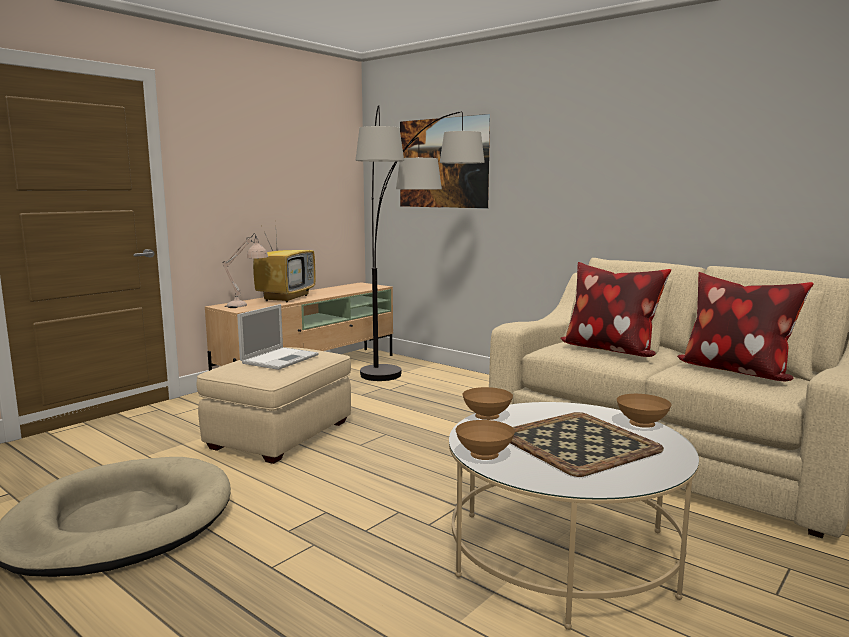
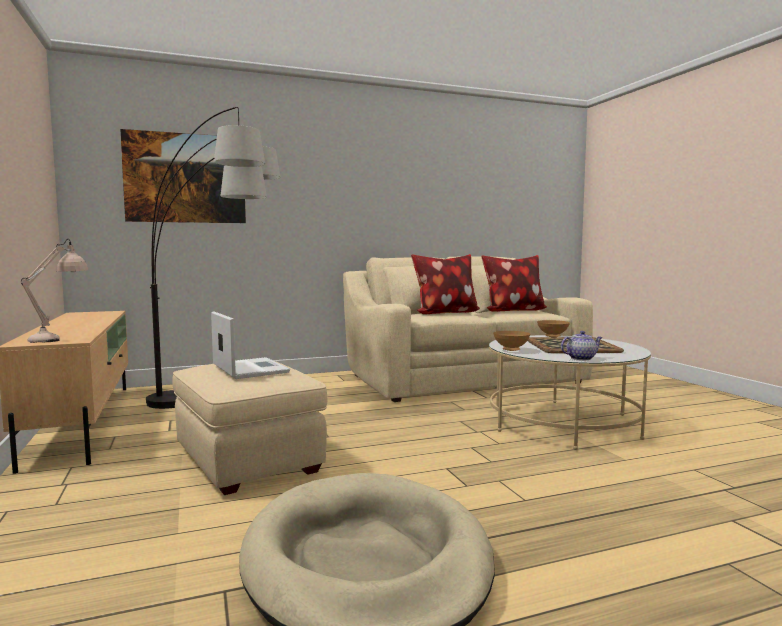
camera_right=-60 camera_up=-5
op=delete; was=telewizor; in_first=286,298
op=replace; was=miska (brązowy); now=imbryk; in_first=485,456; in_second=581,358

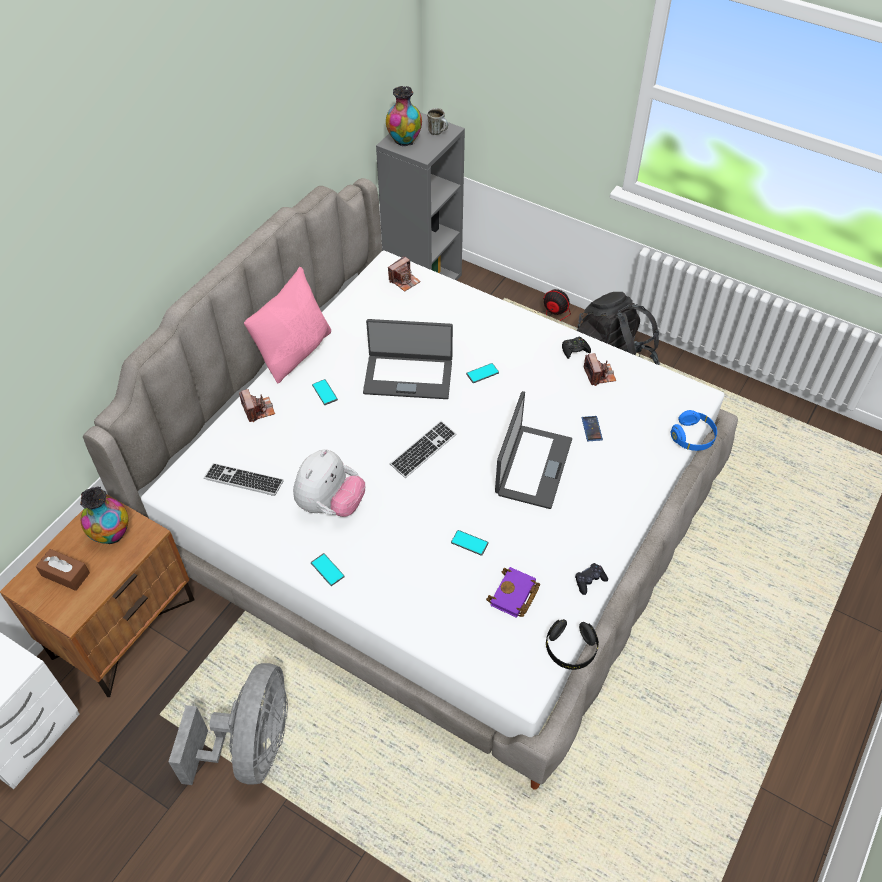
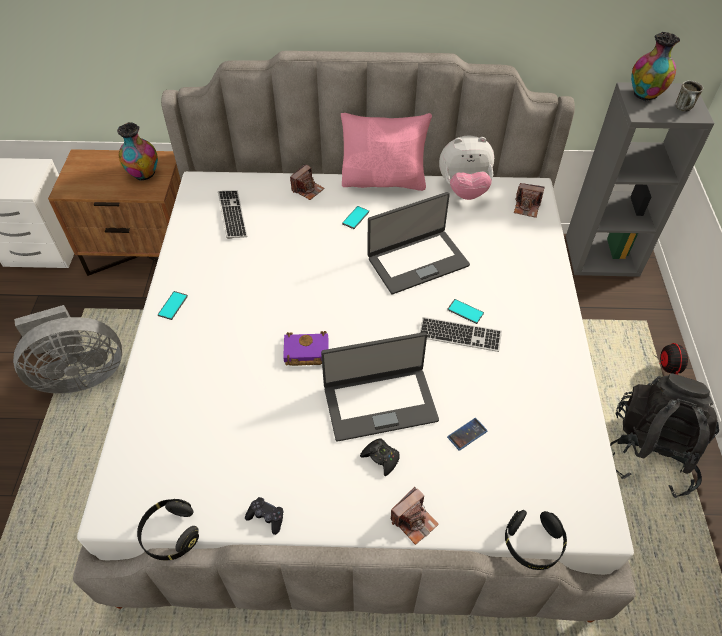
camera_right=60 camera_up=0
op=delete; was=pudełko chusteczek (brązowy); in_first=65,574
op=move; was=pluszak; in_first=330,504; in_second=464,189
op=rotate; was=laptop; in_first=408,376; in_second=417,261; clockwise=-90
op=move; was=klawiatura; in_first=423,450; in_second=459,335
op=delete; was=telefon; in_first=469,543
op=move; was=książka (fioletowy); in_first=514,596; in_second=305,352
op=move; was=pad do gier (czarny); in_first=575,350; in_second=381,458
op=move; was=aparat fotograficzny; in_first=599,375; in_second=414,521
op=recolor; was=słuchawki (niebieski); now=słuchawki (czarny); in_first=692,437; in_second=533,544

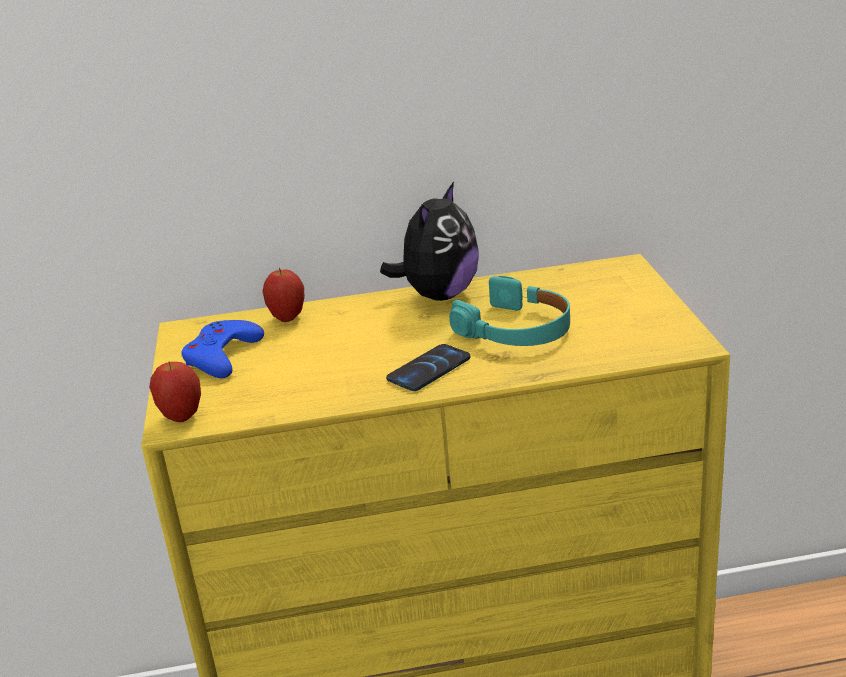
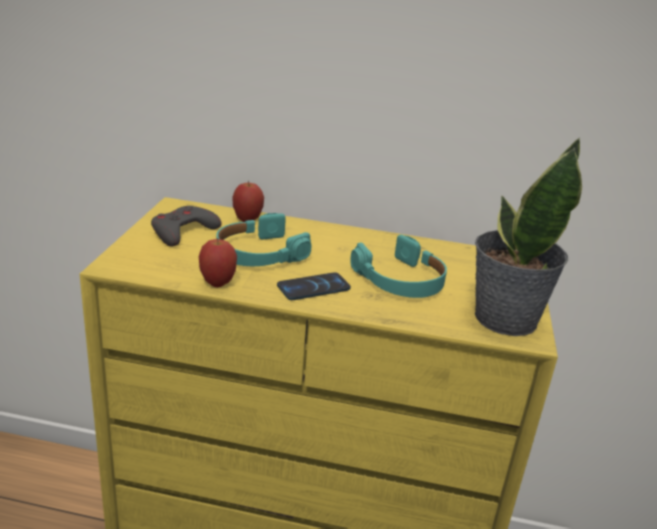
camera_right=15 camera_up=0
op=move; was=jabłko; in_first=181,417; in_second=217,283
op=recolor; was=pad do gier (niebieski); now=pad do gier (szary); in_first=222,356; in_second=183,231
op=delete; was=pluszak; in_first=439,295
op=insert; now=słuchawki (turkusowy); in_second=259,253
op=insert; now=roślina doniczkowa; in_second=504,318

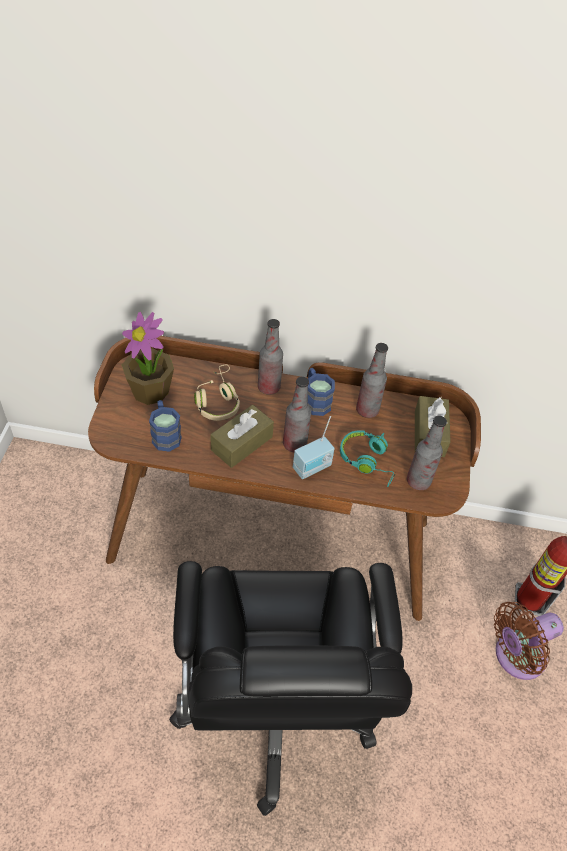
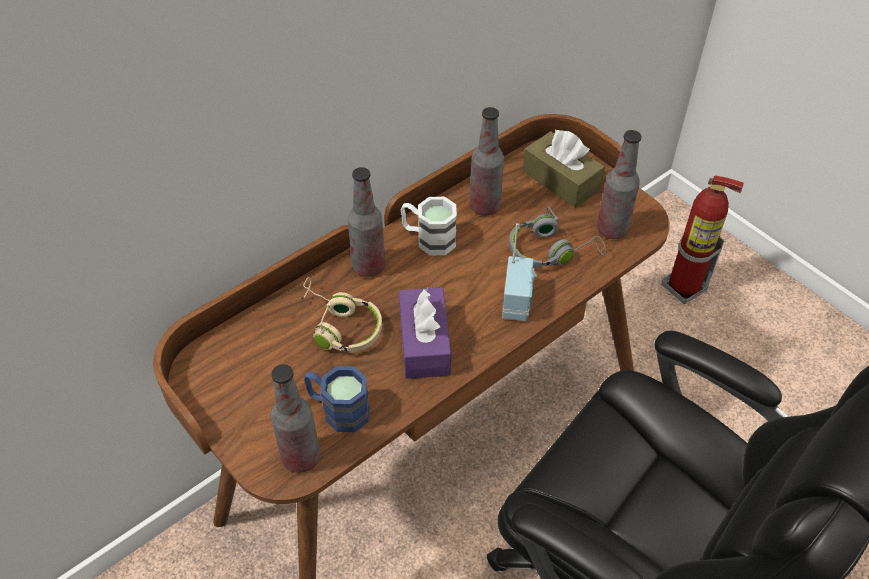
camera_right=-45 camera_up=0
op=delete; was=roślina doniczkowa; in_first=151,391
op=recolor; was=pudełko chusteczek (brązowy); now=pudełko chusteczek (fioletowy); in_first=241,443; in_second=424,343
op=move; was=butelka; in_first=294,444; in_second=301,457
op=recolor; was=kubek (niebieski); now=kubek (biały); in_first=315,400; in_second=428,239
op=recolor; was=słuchawki (turkusowy); now=słuchawki (szary); in_first=368,461; in_second=551,251
op=delete; was=wentylator (brązowy); in_first=515,656

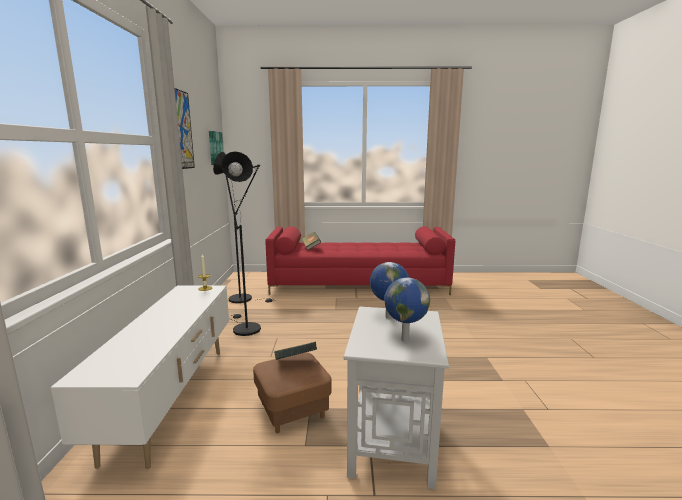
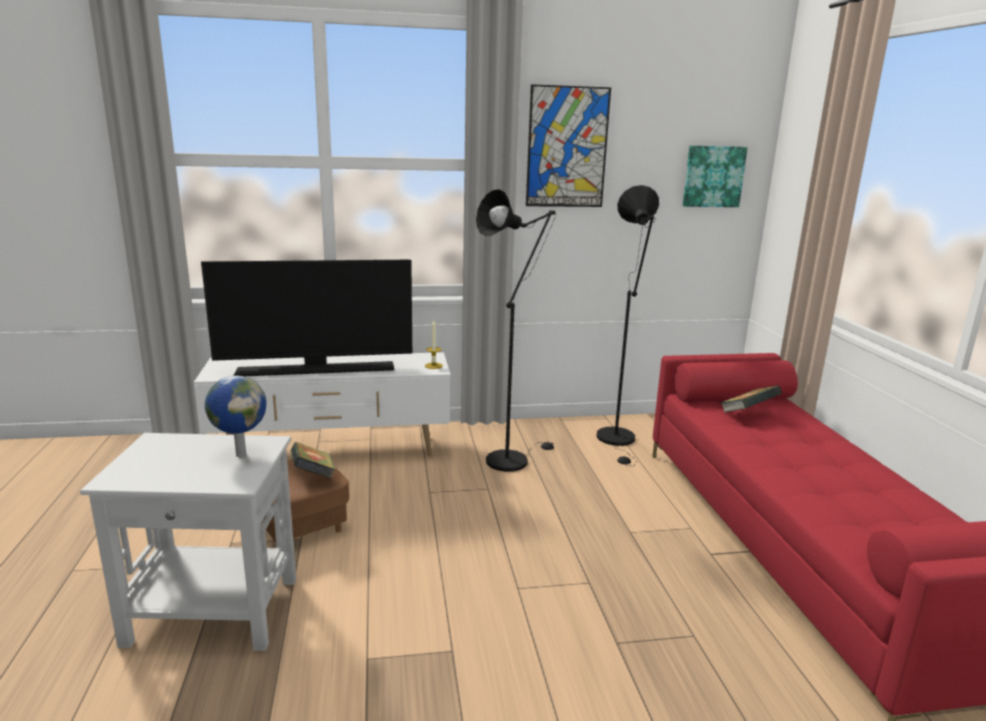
camera_right=80 camera_up=5
op=delete; was=globus; in_first=404,339
op=insert; now=telewizor; in_second=317,369

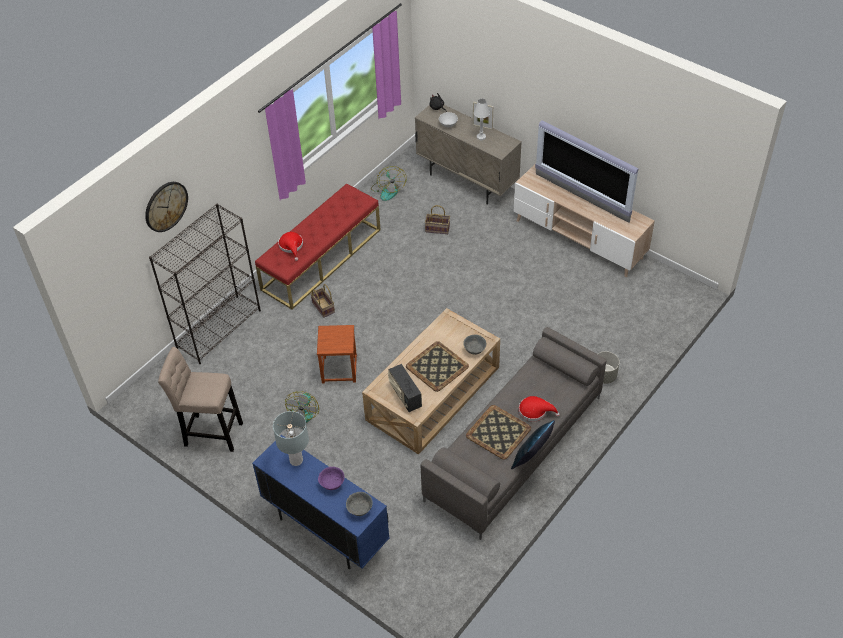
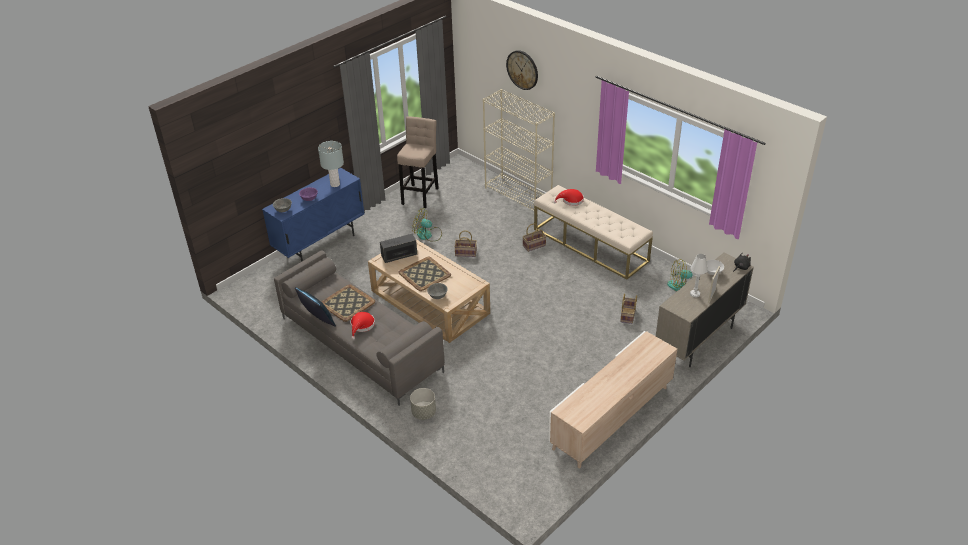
camera_right=95 camera_up=-10
op=recolor; was=regał (czarny); now=regał (beżowy); in_first=219,328; in_second=518,195
op=recolor; was=ławka (czerwony); now=ławka (beżowy); in_first=321,259; in_second=590,245
op=replace; was=stołek (brązowy); now=koszyk; in_first=339,369; in_second=466,253
op=delete; was=telewizor; in_first=581,198

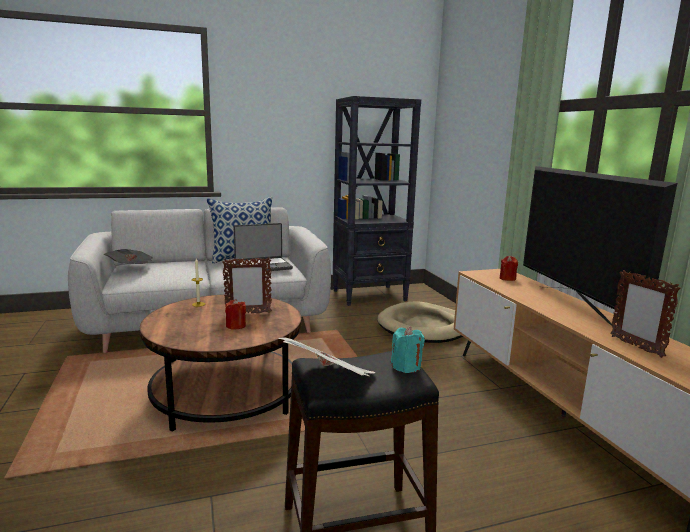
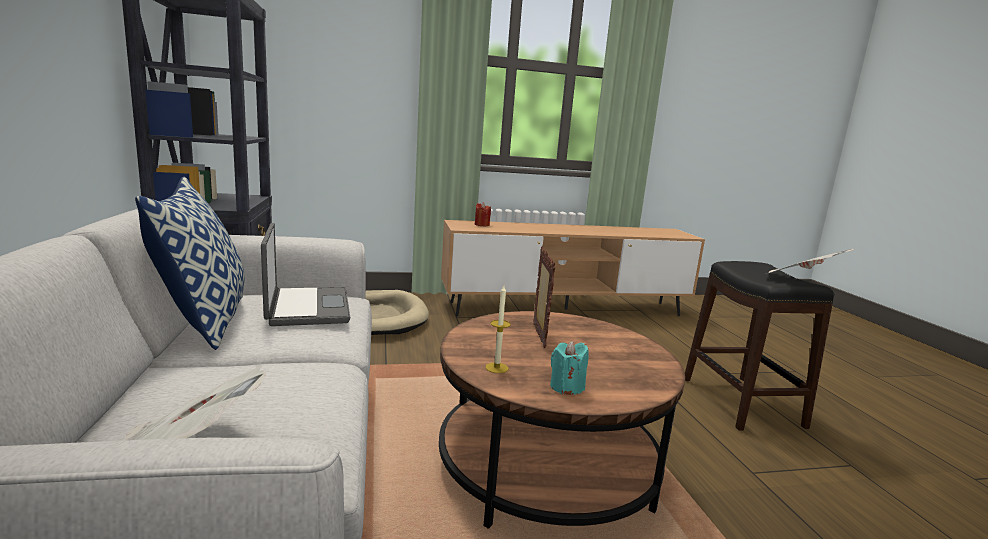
camera_right=-85 camera_up=0
op=delete; was=świeca (czerwony); in_first=236,326
op=move; was=świeca (turkusowy); in_first=406,366; in_second=566,387
op=delete; was=telewizor; in_first=573,304
op=delete; was=ramka na zdjęcie; in_first=635,346

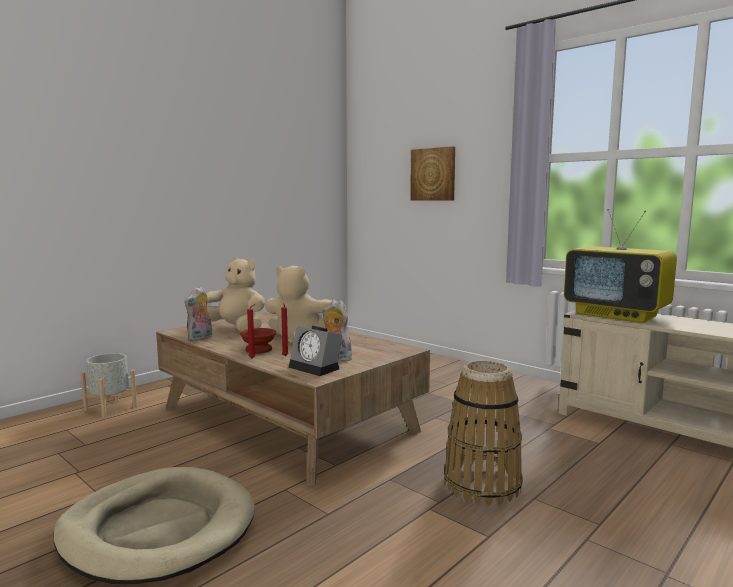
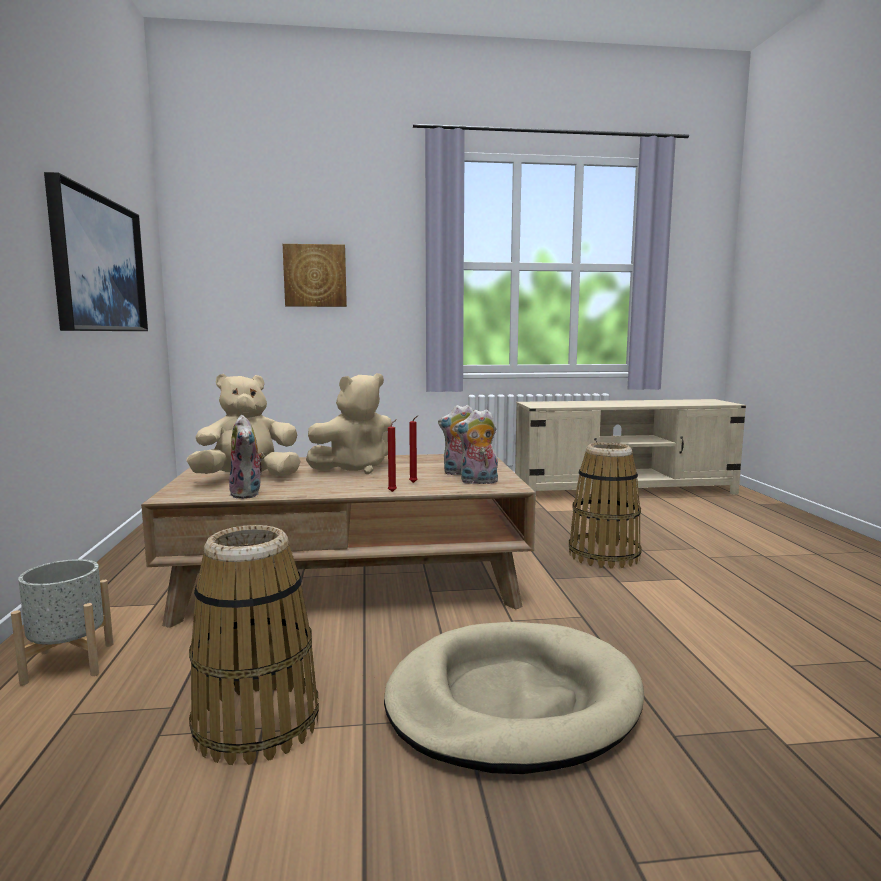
camera_right=-50 camera_up=0
op=delete; was=miska (brązowy); in_first=258,349
op=replace; was=budzik; now=pluszak; in_first=317,368; in_second=478,482
op=delete; was=telewizor; in_first=617,315
op=insert; now=obraz; in_second=98,264
op=insert; now=koszyk; in_second=256,723

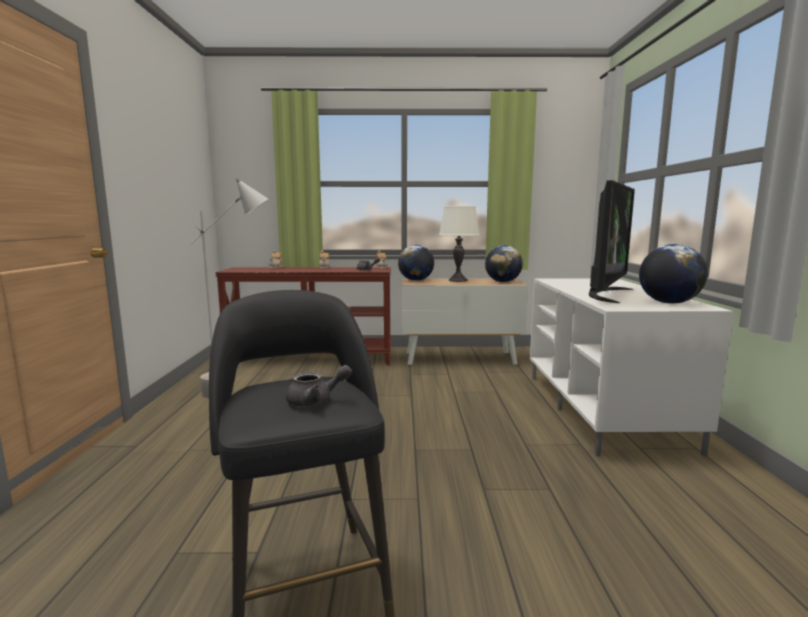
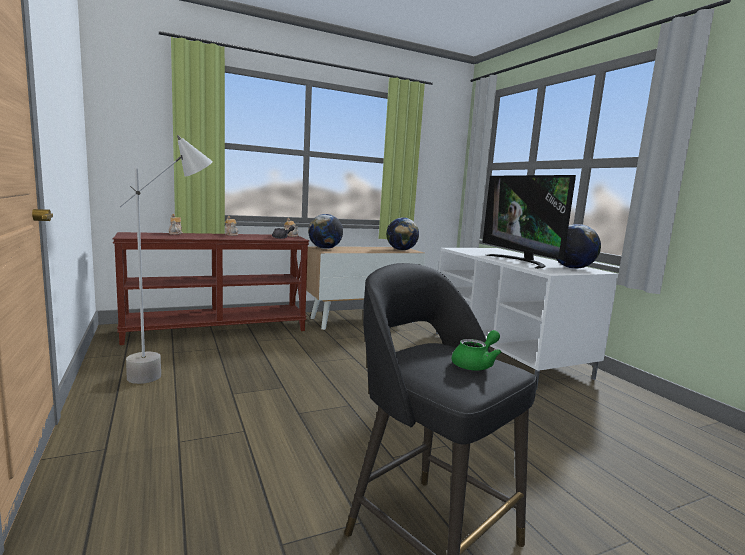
camera_right=-25 camera_up=0
op=recolor; was=imbryk (szary); now=imbryk (zielony); in_first=316,401; in_second=476,364
op=delete; was=lampa stołowa (biały); in_first=458,280
op=rotate; was=telewizor; in_first=605,294; in_second=521,261; clockwise=150

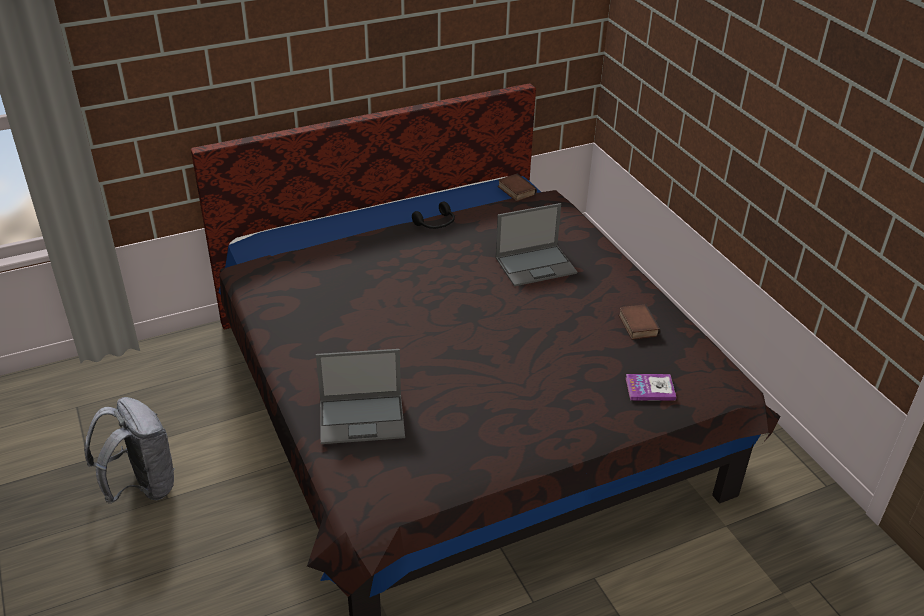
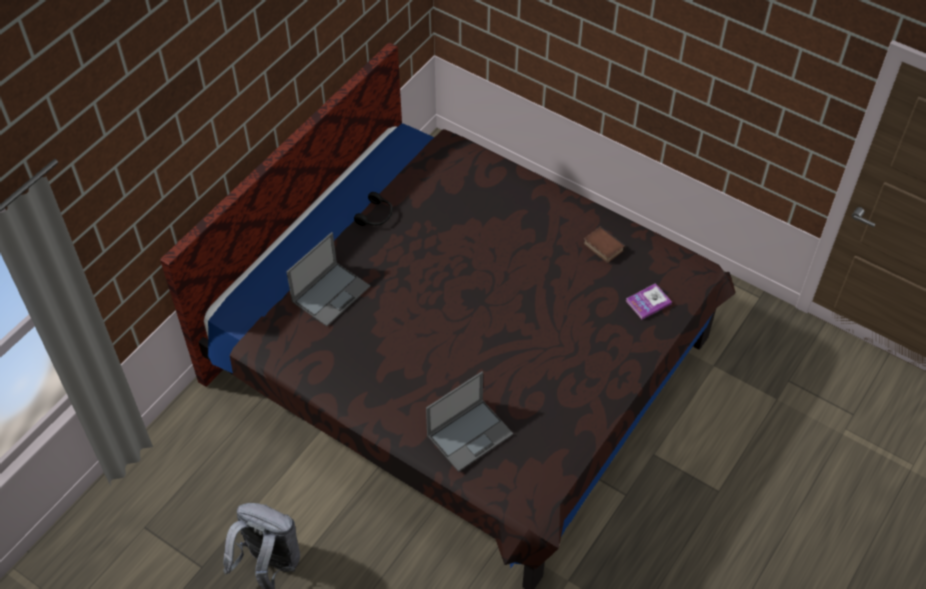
camera_right=-30 camera_up=15
op=move; was=laptop; in_first=536,265; in_second=331,293
op=delete; was=książka; in_first=515,191

